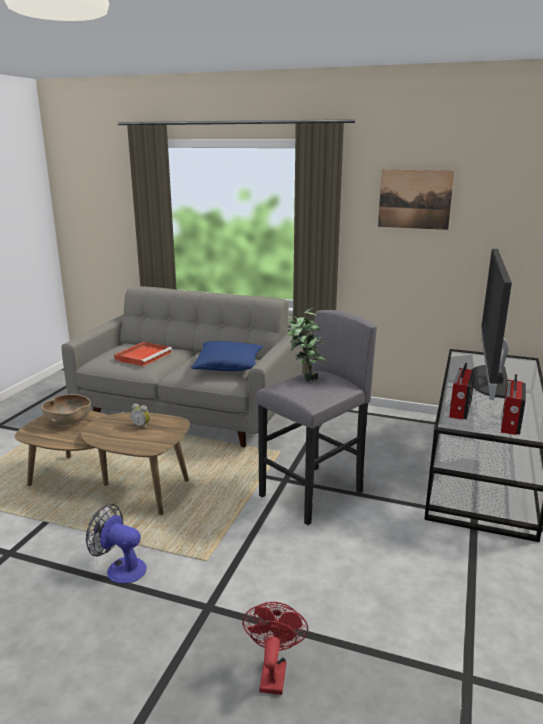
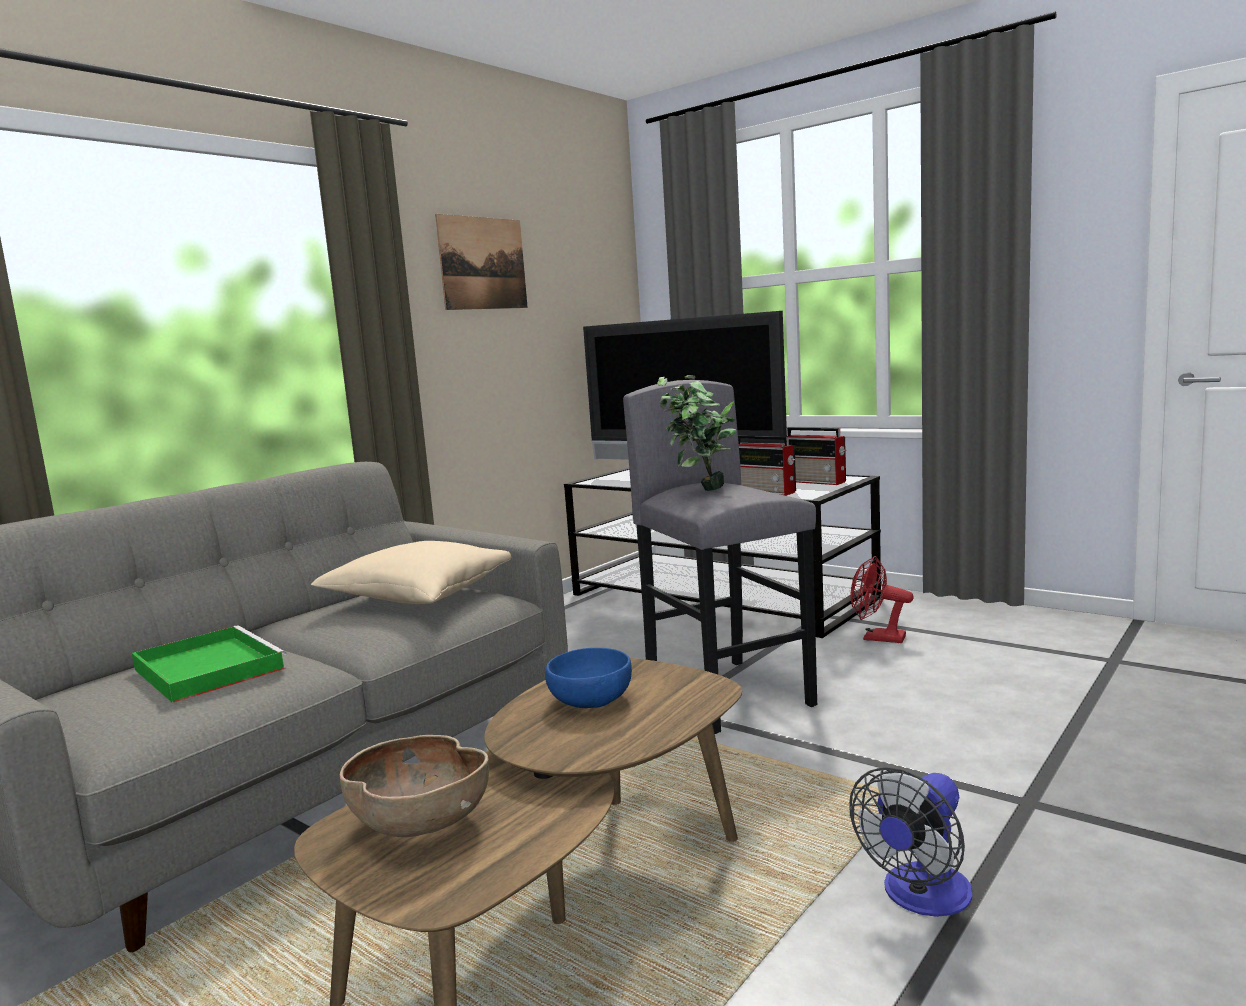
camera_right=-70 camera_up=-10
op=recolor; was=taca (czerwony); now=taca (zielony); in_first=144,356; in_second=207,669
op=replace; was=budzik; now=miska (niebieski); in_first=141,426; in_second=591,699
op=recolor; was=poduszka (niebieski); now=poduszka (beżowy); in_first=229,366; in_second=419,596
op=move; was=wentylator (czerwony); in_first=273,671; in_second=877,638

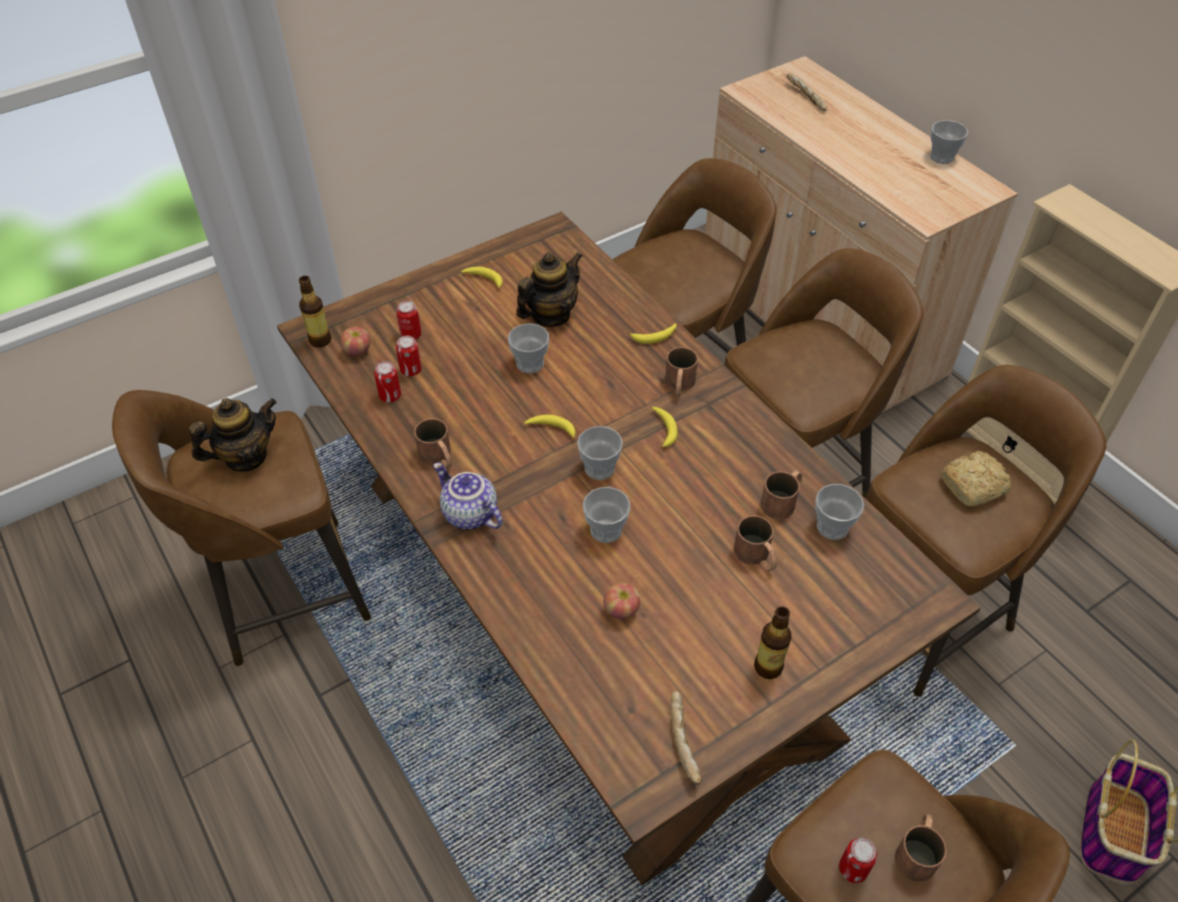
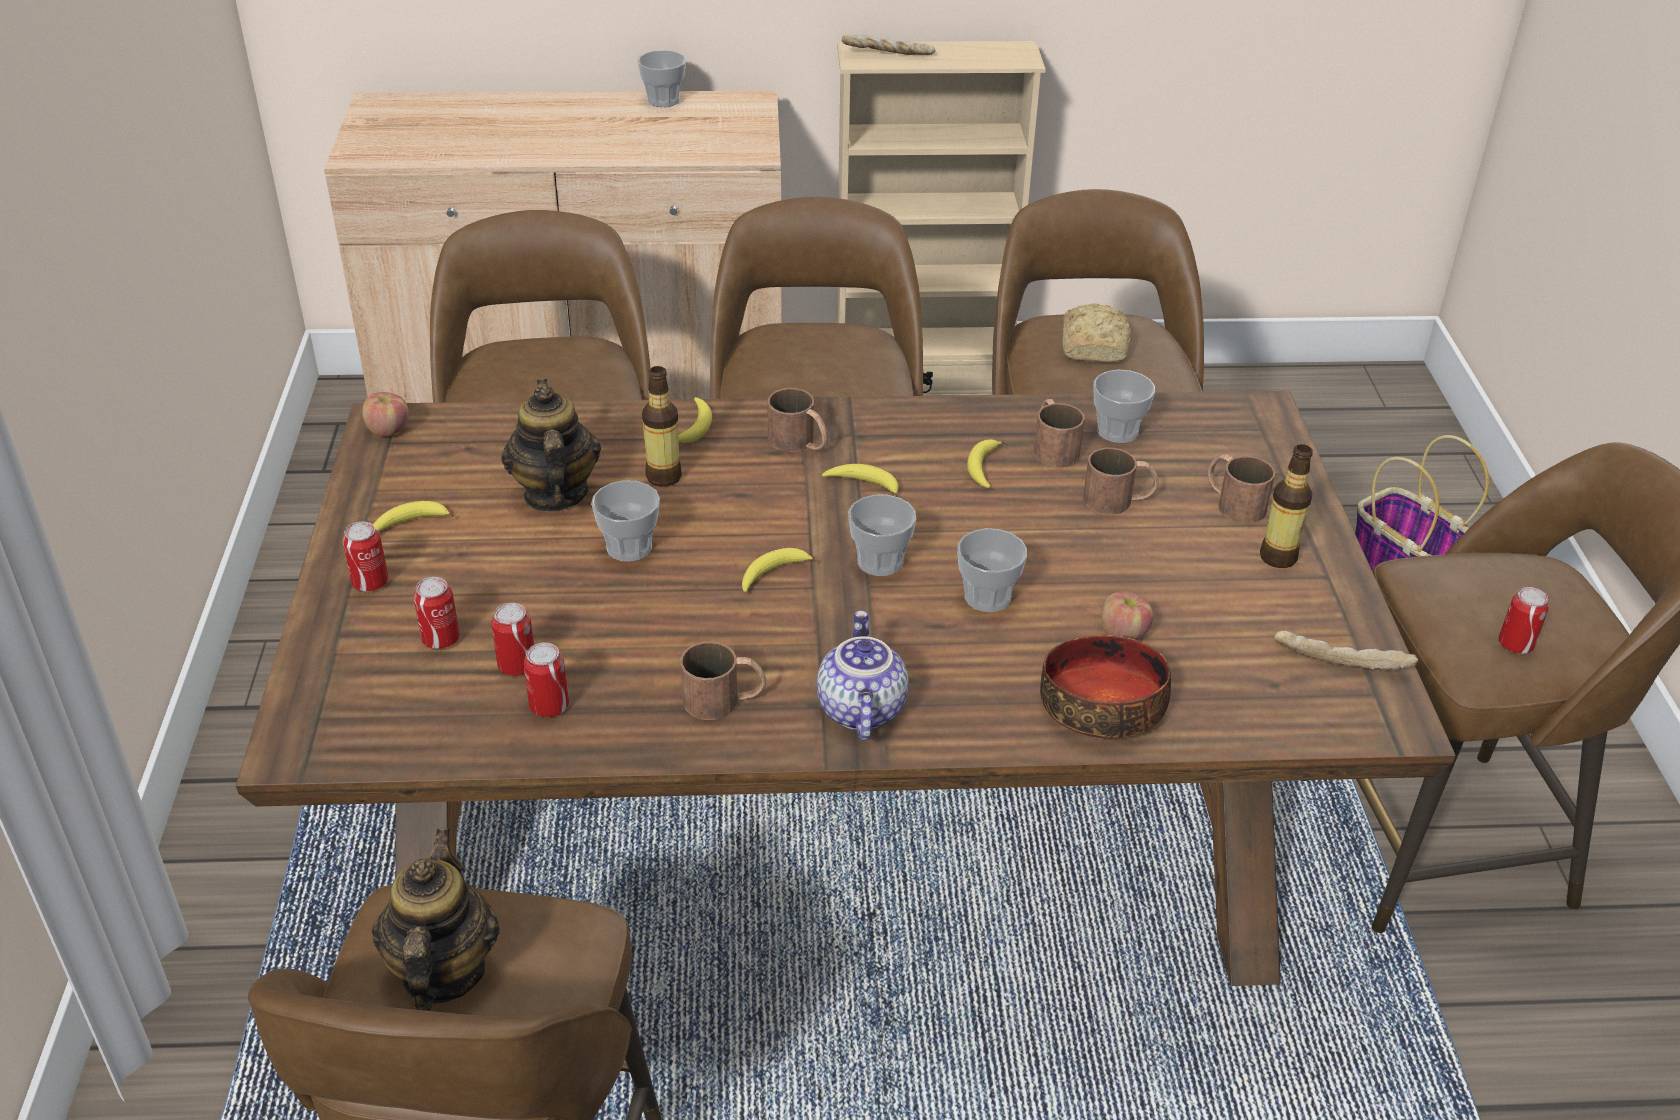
camera_right=-60 camera_up=-10
op=move; was=butelka; in_first=320,340; in_second=663,477
op=move; was=jabłko; in_first=357,351; in_second=388,430
op=rotate; was=imbryk; in_first=468,514; in_second=859,709; clockwise=105
op=move; was=chleb; in_first=805,98; in_second=888,55
op=move; was=kubek (brązowy); in_first=917,850; in_second=1232,502
op=insert; now=puszka; in_second=370,582
op=insert; now=banan; in_second=983,468
op=insert; now=miska; in_second=1103,706

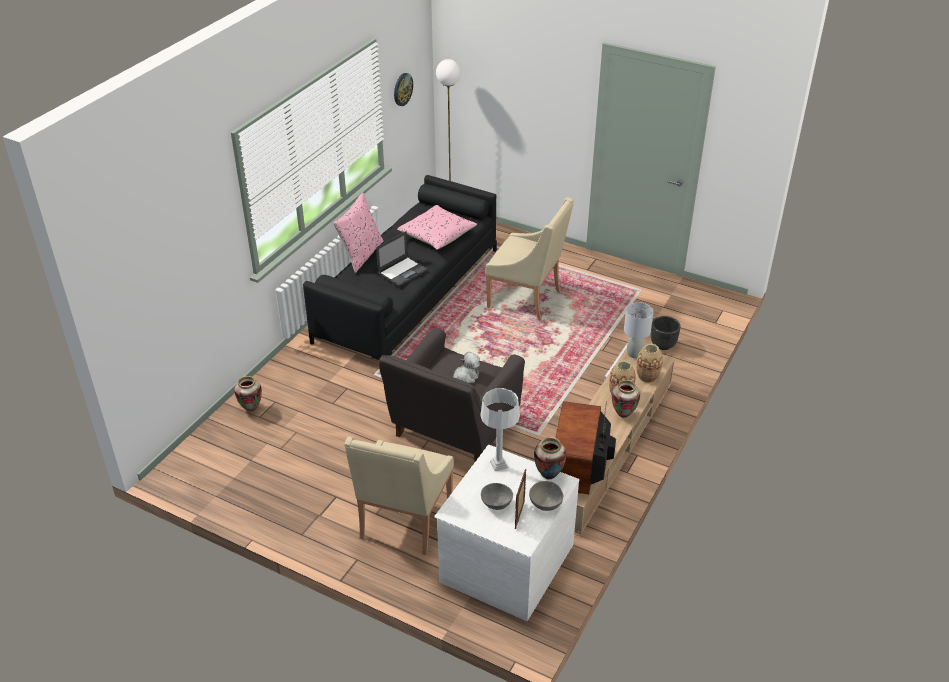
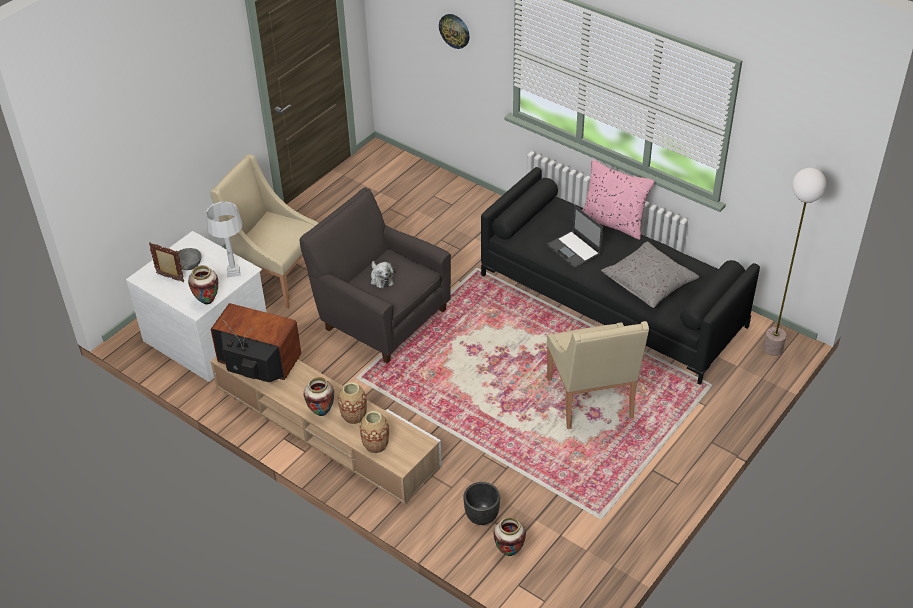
camera_right=100 camera_up=5
op=move; was=wazon; in_first=251,409; in_second=509,551
op=move; was=zegar ścienny; in_first=402,89; in_second=454,30
op=recolor; was=poduszka (różowy); now=poduszka (szary); in_first=437,235; in_second=648,283
op=rotate; was=fotel (beżowy); in_first=527,299; in_second=592,400; clockwise=-45
op=delete; was=miska (szary); in_first=545,503
op=delete; was=lampa stołowa (szary); in_first=634,354

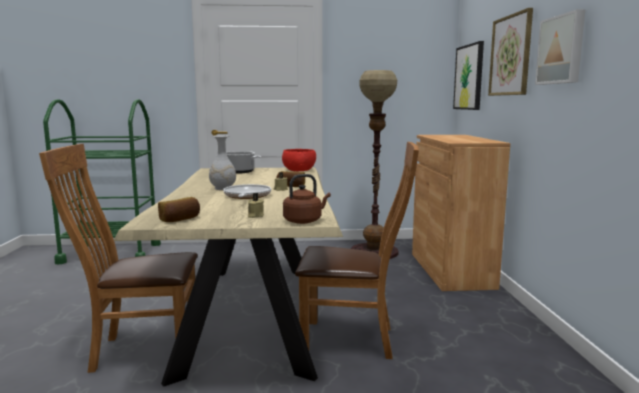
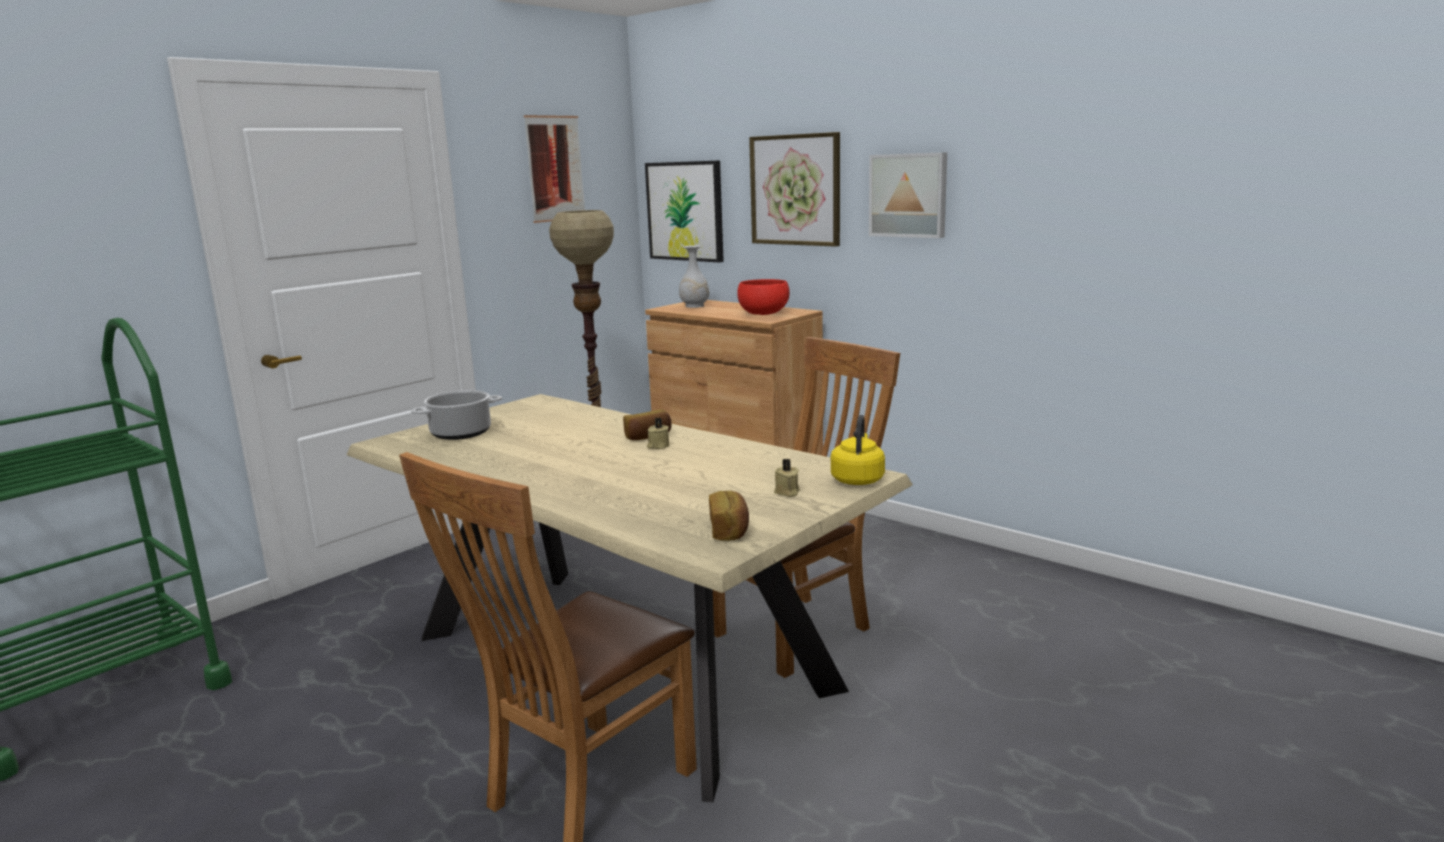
camera_right=-45 camera_up=5
op=move; was=wazon (biały); in_first=222,188; in_second=694,306
op=delete; was=patelnia; in_first=246,196
op=move; was=miska (czerwony); in_first=299,170; in_second=764,313
op=recolor; was=czajnik (brązowy); now=czajnik (żółty); in_first=304,221; in_second=857,479
op=insert; now=obraz; in_second=555,168

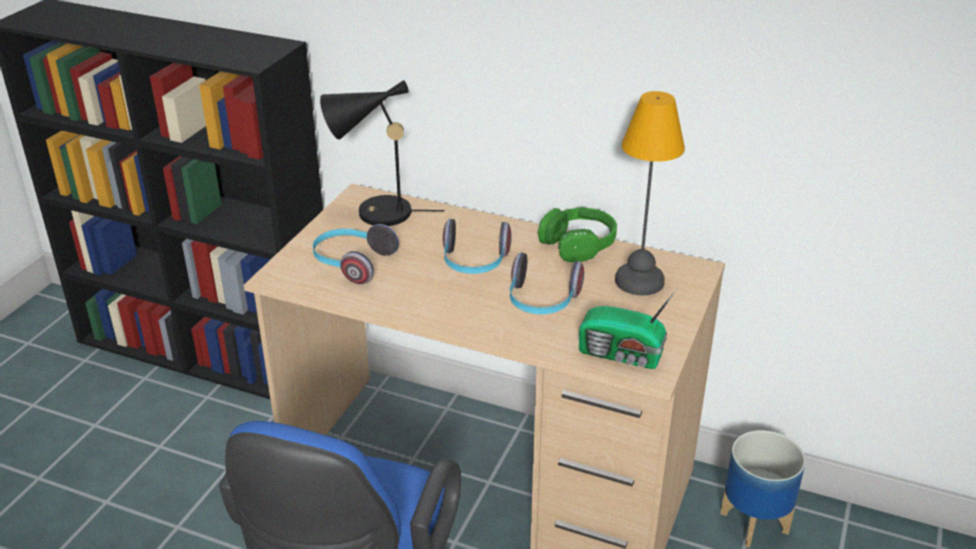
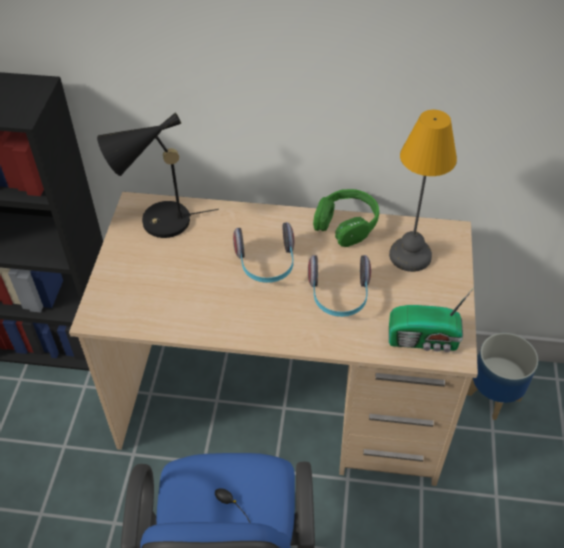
camera_right=-15 camera_up=15
op=delete; was=słuchawki; in_first=352,263

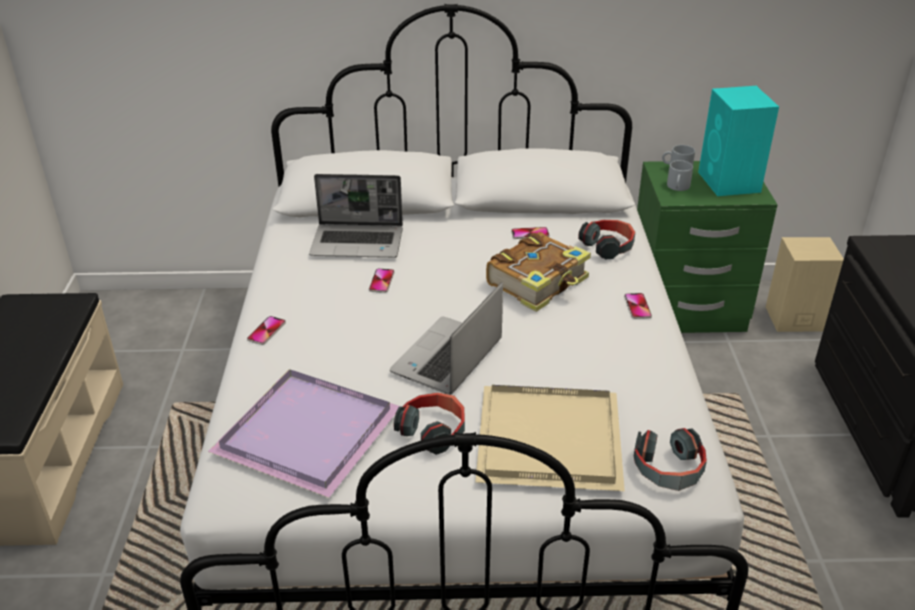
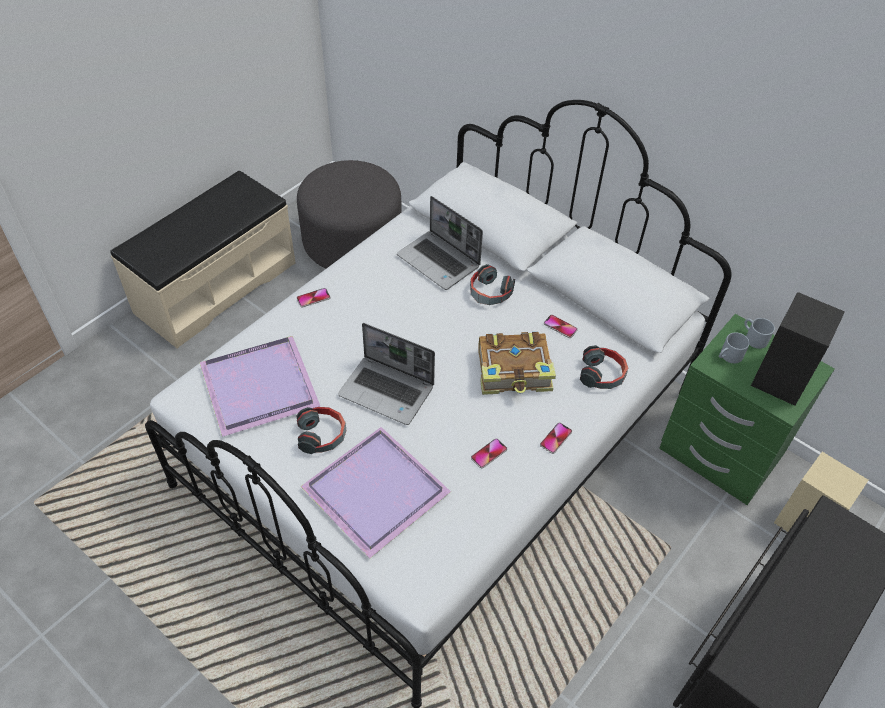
camera_right=40 camera_up=15
op=move; was=telefon; in_first=381,281; in_second=489,454
op=rotate; was=laptop; in_first=448,359; in_second=388,391; clockwise=-135
op=recolor; was=taca (beżowy); now=taca (fioletowy); in_first=546,441; in_second=373,491
op=move; was=słuchawki; in_first=668,469; in_second=489,293
op=recolor; was=głośnik (turkusowy); now=głośnik (czarny); in_first=729,183; in_second=780,379
op=insert; now=pufa (szary); in_second=352,242

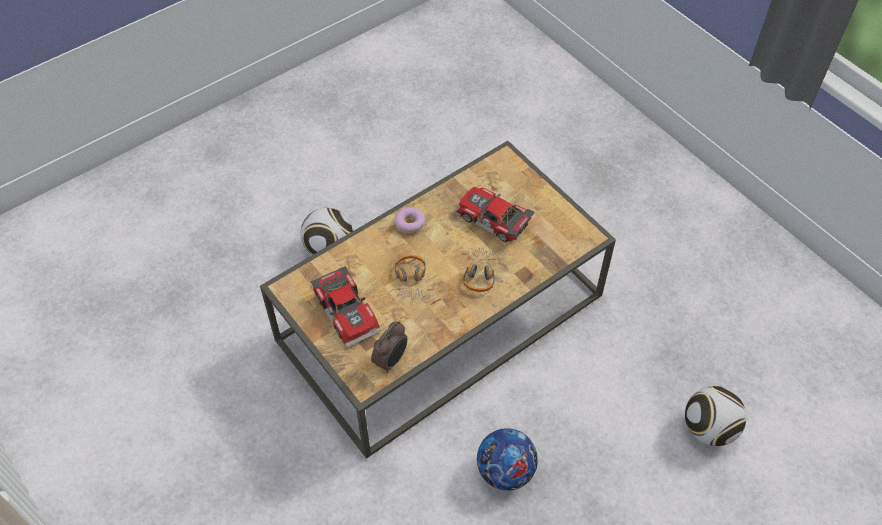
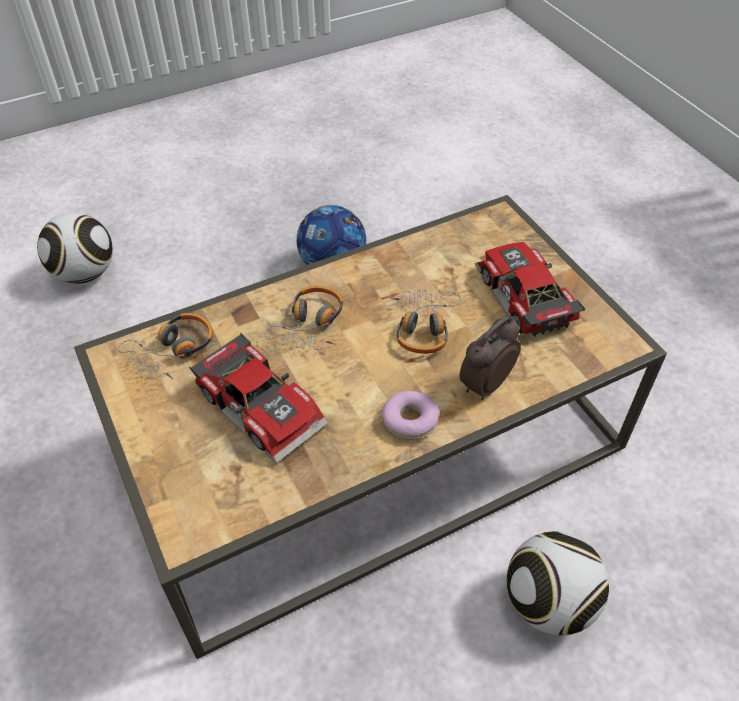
camera_right=-170 camera_up=-5
op=move; was=budzik; in_first=391,360; in_second=484,385
op=insert; now=słuchawki; in_second=173,351

